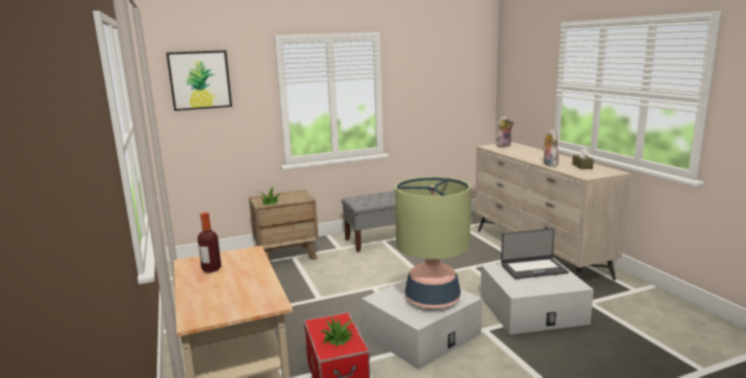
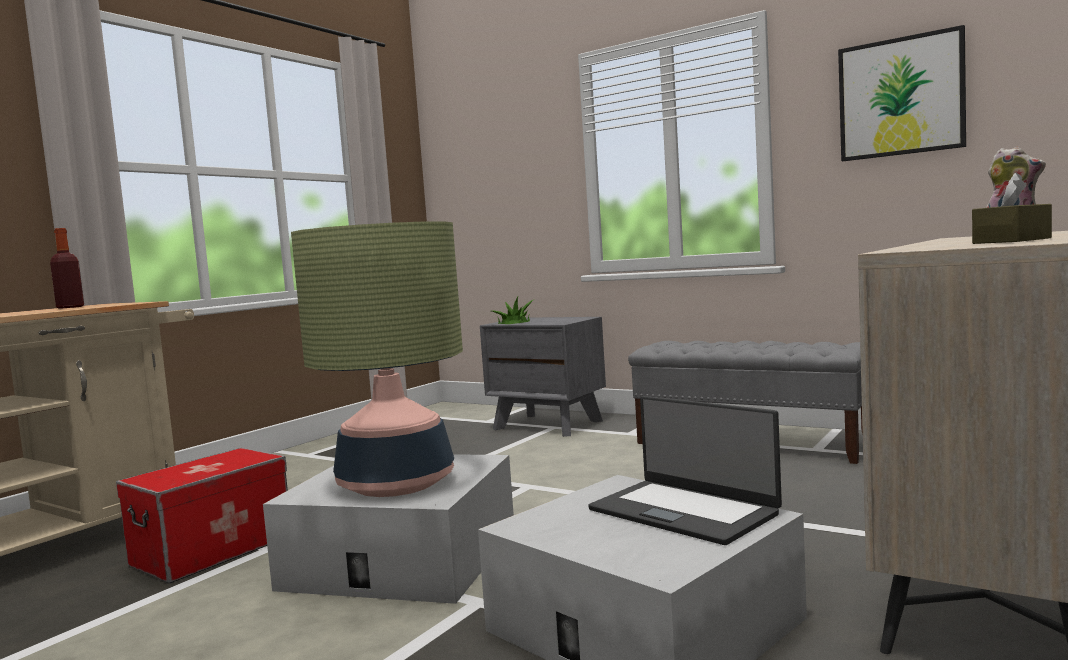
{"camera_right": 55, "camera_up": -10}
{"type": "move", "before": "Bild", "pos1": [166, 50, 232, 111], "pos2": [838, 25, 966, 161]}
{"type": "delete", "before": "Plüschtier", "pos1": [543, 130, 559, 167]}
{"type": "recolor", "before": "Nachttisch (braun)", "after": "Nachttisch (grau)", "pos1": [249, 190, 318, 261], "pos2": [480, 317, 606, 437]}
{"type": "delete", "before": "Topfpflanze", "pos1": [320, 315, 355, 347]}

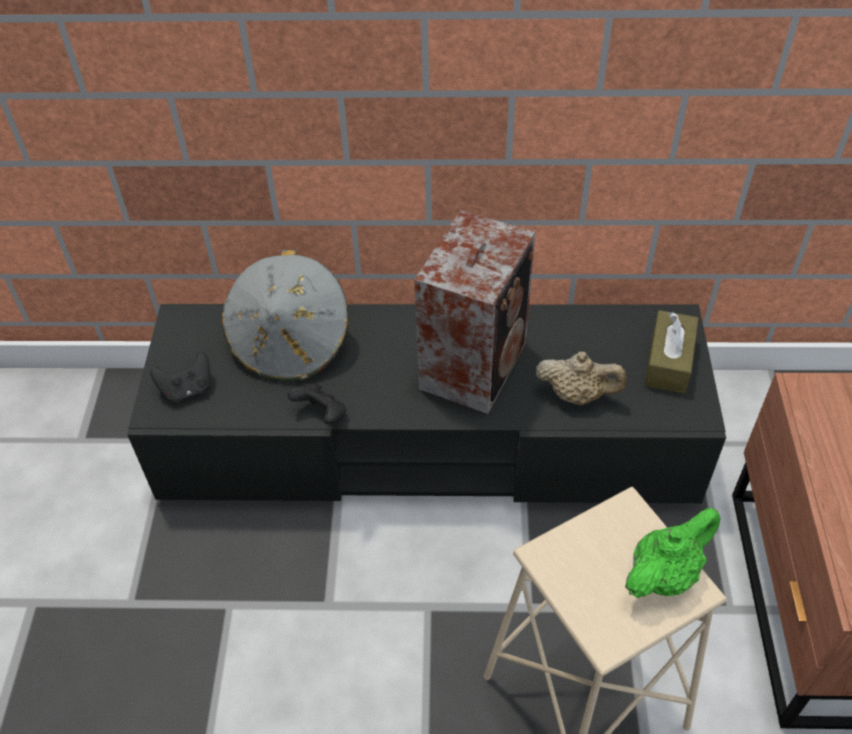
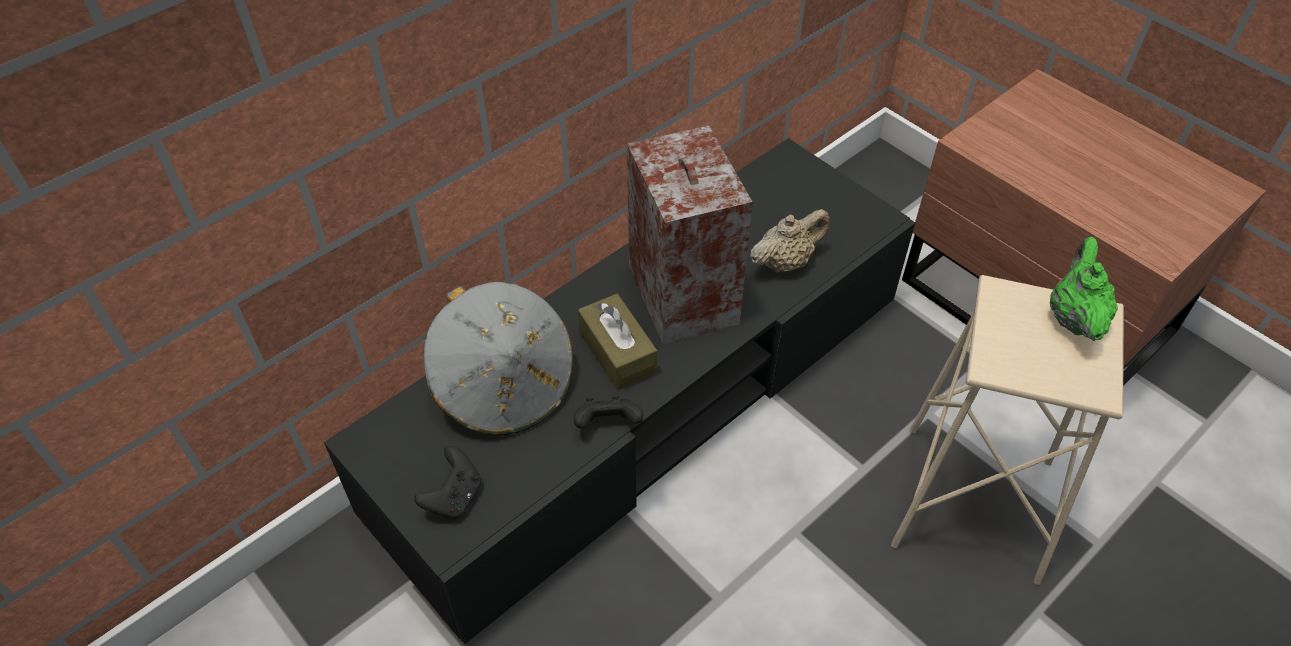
{"camera_right": -45, "camera_up": 0}
{"type": "move", "before": "Taschentuchbox (braun)", "pos1": [644, 310, 698, 393], "pos2": [578, 294, 657, 390]}

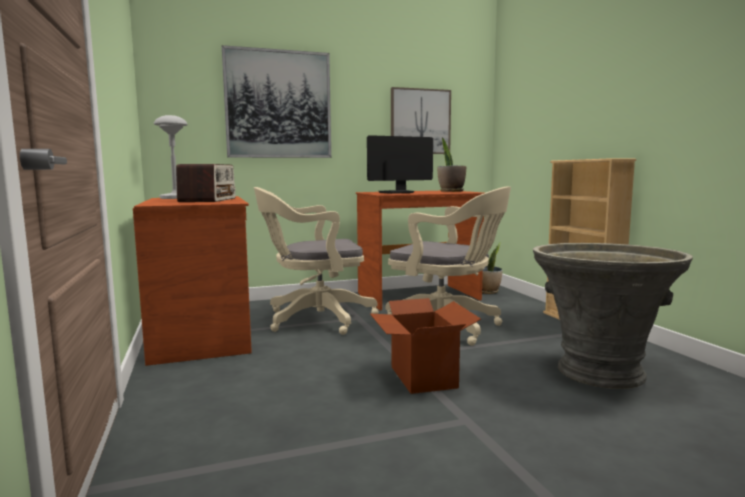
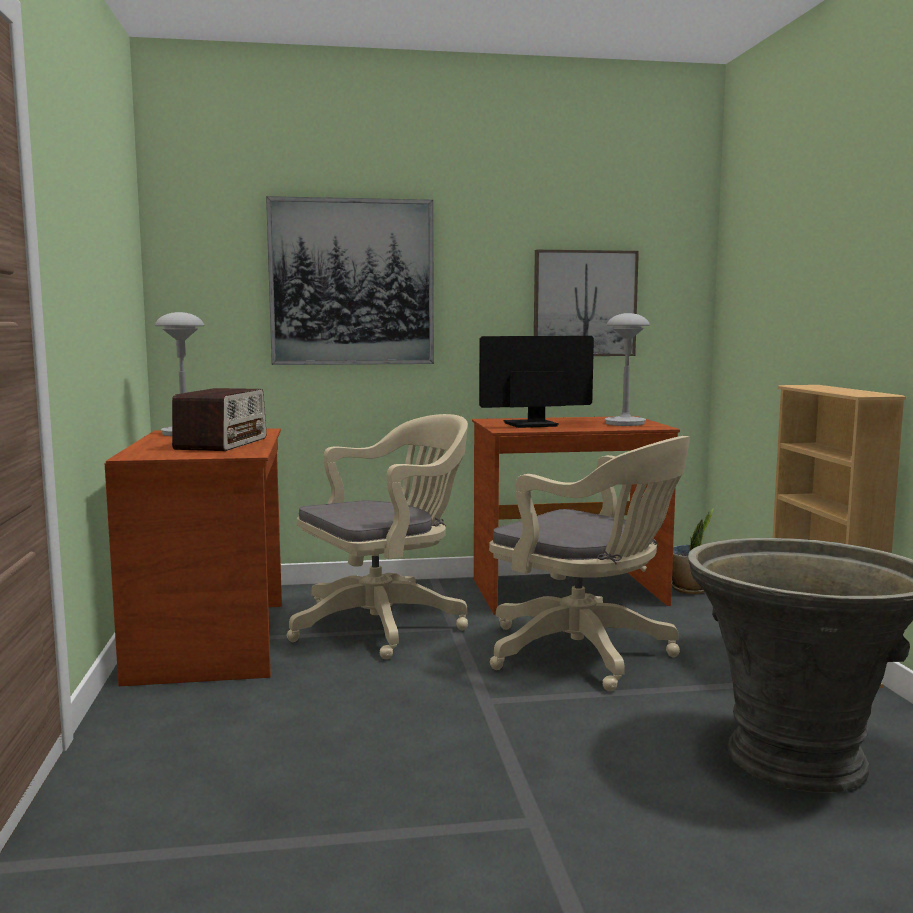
{"camera_right": 10, "camera_up": 0}
{"type": "replace", "before": "Topfpflanze", "after": "Tischlampe (grau)", "pos1": [437, 138, 466, 192], "pos2": [604, 313, 650, 426]}
{"type": "rotate", "before": "Bürostuhl (beige)", "pos1": [254, 187, 379, 335], "pos2": [287, 414, 468, 659], "turn": 150}
{"type": "delete", "before": "Karton", "pos1": [370, 298, 481, 394]}

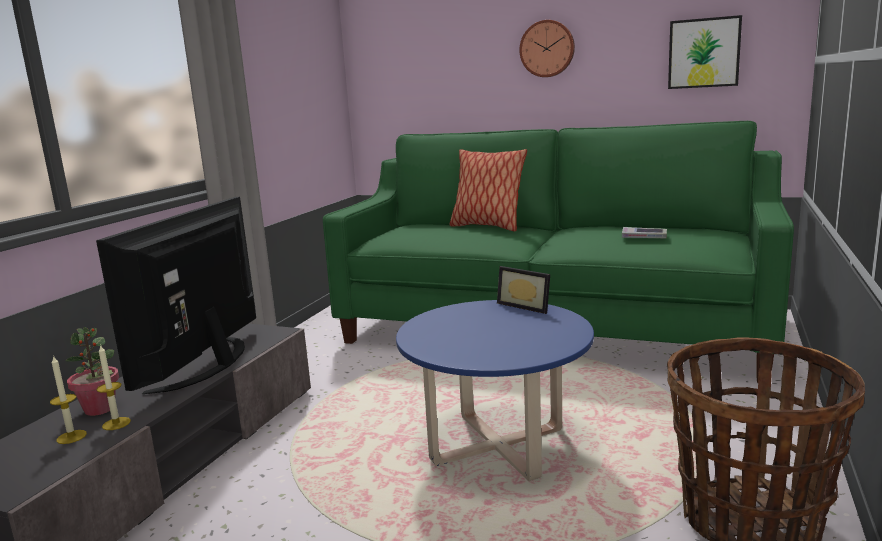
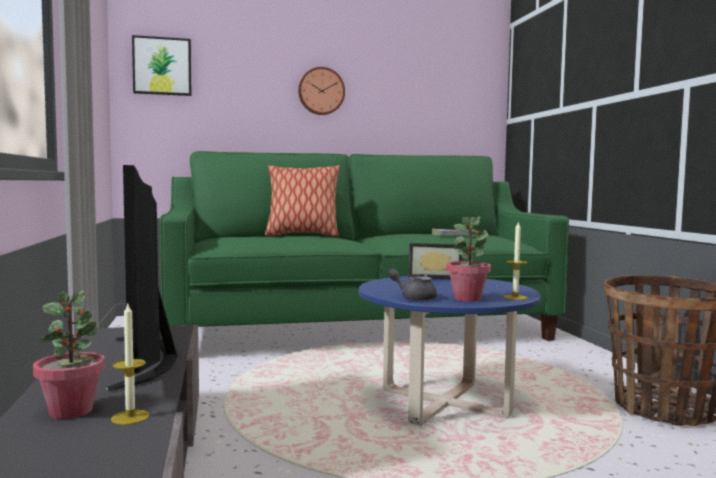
{"camera_right": -35, "camera_up": -10}
{"type": "move", "before": "Bild", "pos1": [668, 15, 742, 89], "pos2": [132, 35, 192, 96]}
{"type": "move", "before": "Kerze", "pos1": [50, 355, 87, 444], "pos2": [503, 222, 528, 300]}
{"type": "insert", "after": "Topfpflanze", "pos2": [446, 216, 491, 302]}
{"type": "insert", "after": "Teekanne (grau)", "pos2": [388, 268, 437, 301]}

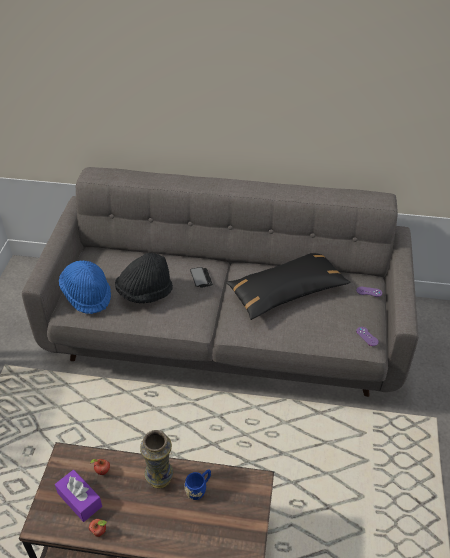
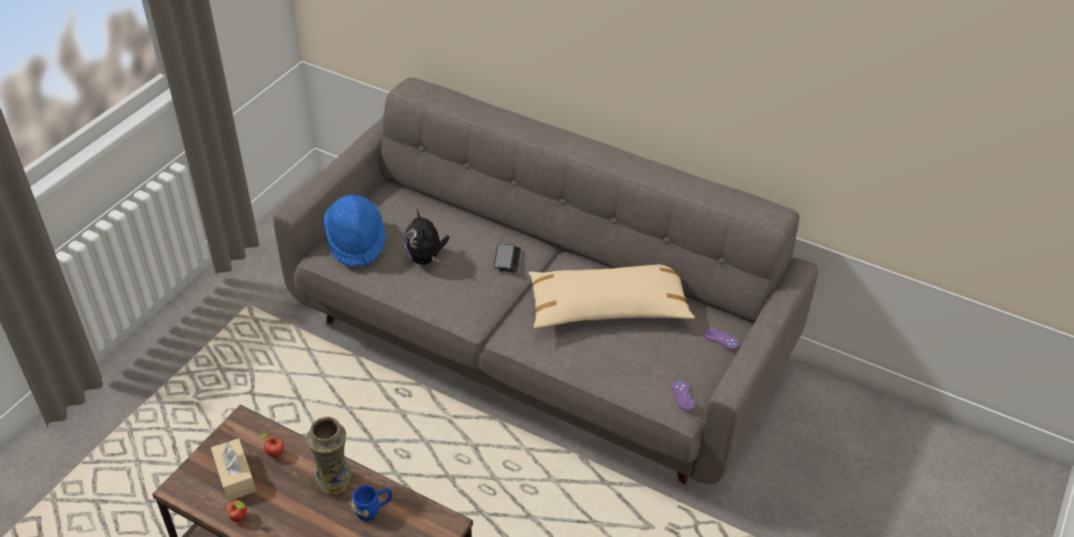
{"camera_right": 20, "camera_up": 0}
{"type": "replace", "before": "Hut (schwarz)", "after": "Plüschtier", "pos1": [115, 253, 173, 303], "pos2": [404, 208, 449, 265]}
{"type": "recolor", "before": "Kissen (schwarz)", "after": "Kissen (beige)", "pos1": [226, 253, 351, 320], "pos2": [529, 264, 695, 328]}
{"type": "recolor", "before": "Taschentuchbox (lila)", "after": "Taschentuchbox (beige)", "pos1": [55, 470, 102, 522], "pos2": [211, 438, 256, 501]}

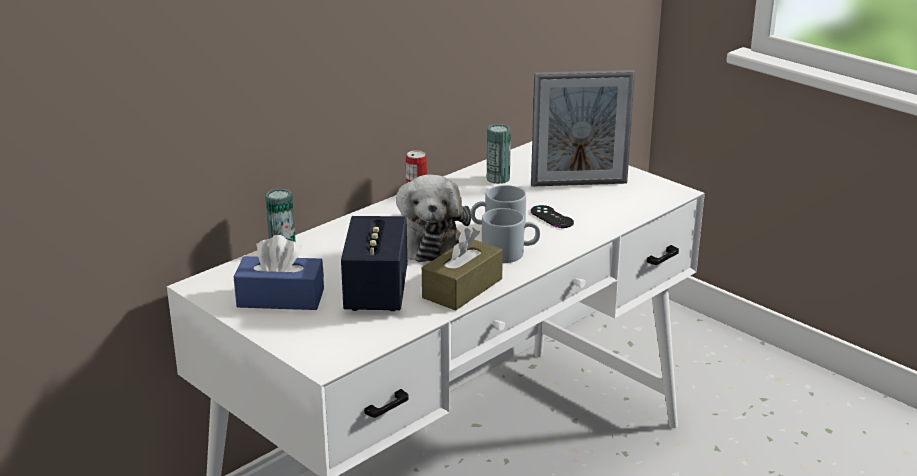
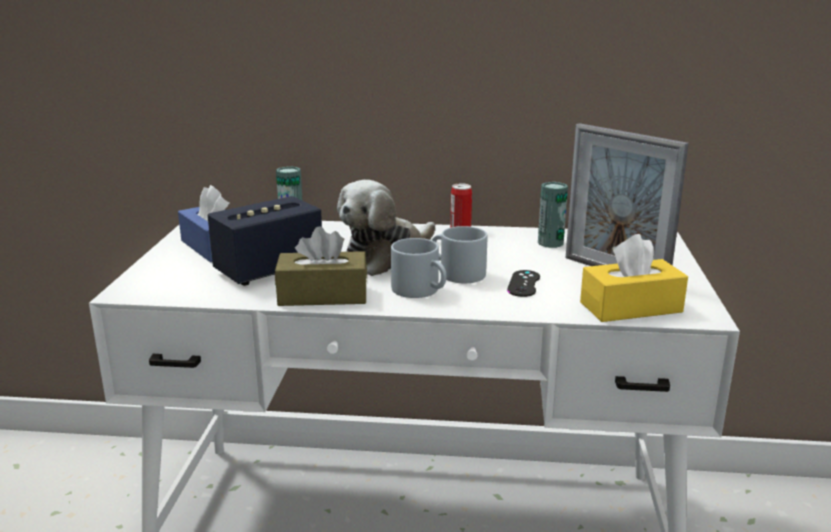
{"camera_right": 50, "camera_up": -5}
{"type": "insert", "after": "Taschentuchbox (gelb)", "pos2": [580, 234, 688, 322]}

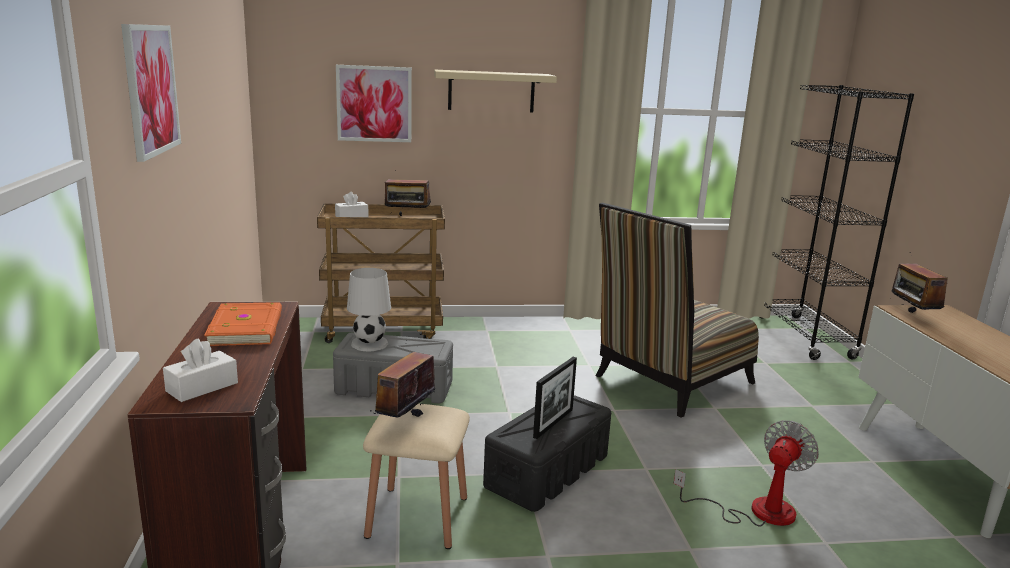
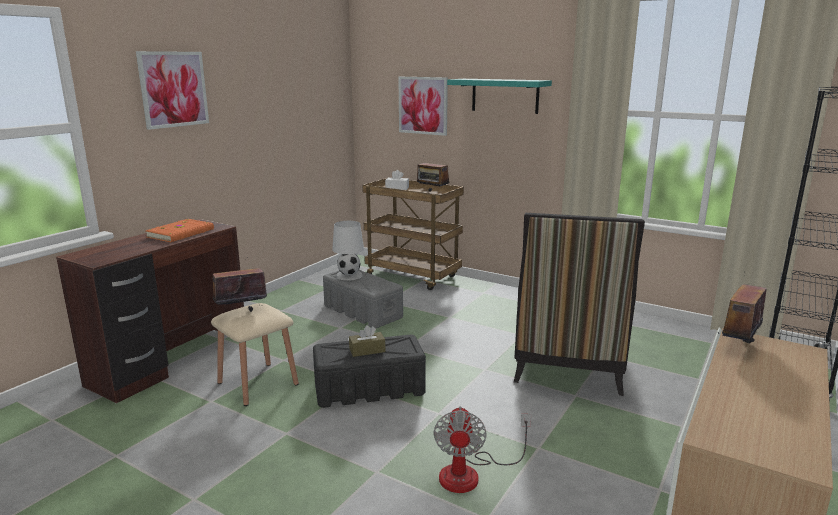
{"camera_right": 40, "camera_up": 0}
{"type": "recolor", "before": "Wandregal (beige)", "after": "Wandregal (türkis)", "pos1": [434, 70, 557, 113], "pos2": [447, 79, 552, 114]}
{"type": "rotate", "before": "Stuhl", "pos1": [596, 202, 759, 418], "pos2": [514, 213, 645, 396], "turn": -75}
{"type": "delete", "before": "Taschentuchbox (weiß)", "pos1": [163, 338, 238, 402]}
{"type": "replace", "before": "Bilderrahmen", "after": "Taschentuchbox (braun)", "pos1": [533, 357, 577, 439], "pos2": [349, 325, 385, 357]}
{"type": "rotate", "before": "Ventilator", "pos1": [673, 420, 819, 527], "pos2": [433, 406, 531, 493], "turn": 105}

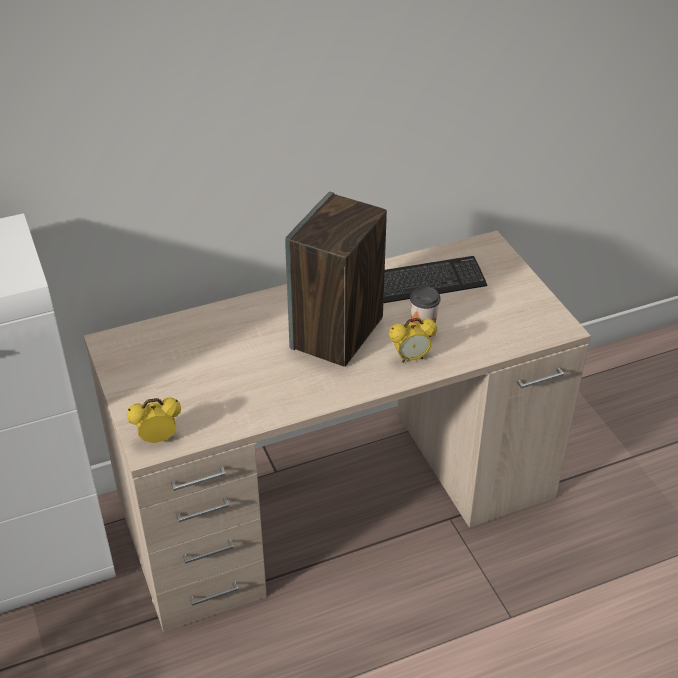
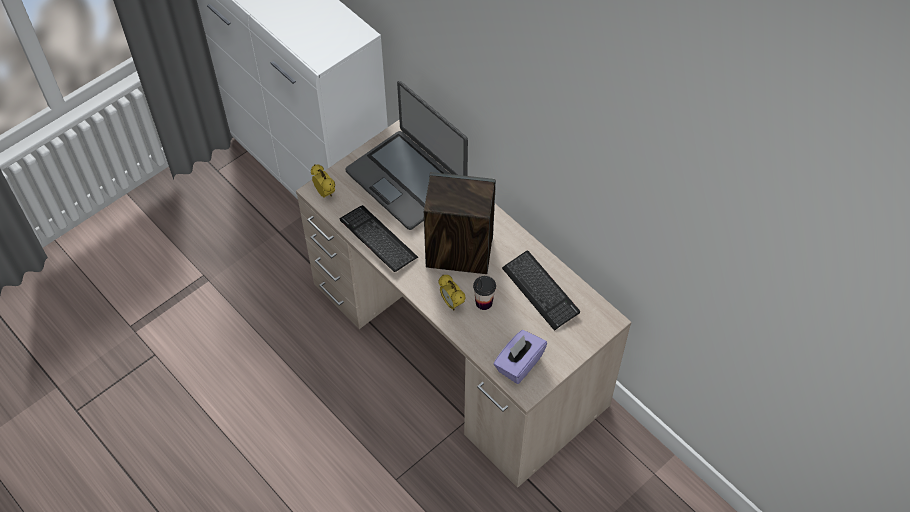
{"camera_right": 70, "camera_up": 15}
{"type": "insert", "after": "Laptop", "pos2": [346, 81, 468, 230]}
{"type": "insert", "after": "Tastatur", "pos2": [340, 205, 418, 272]}
{"type": "insert", "after": "Taschentuchbox (lila)", "pos2": [493, 330, 547, 384]}

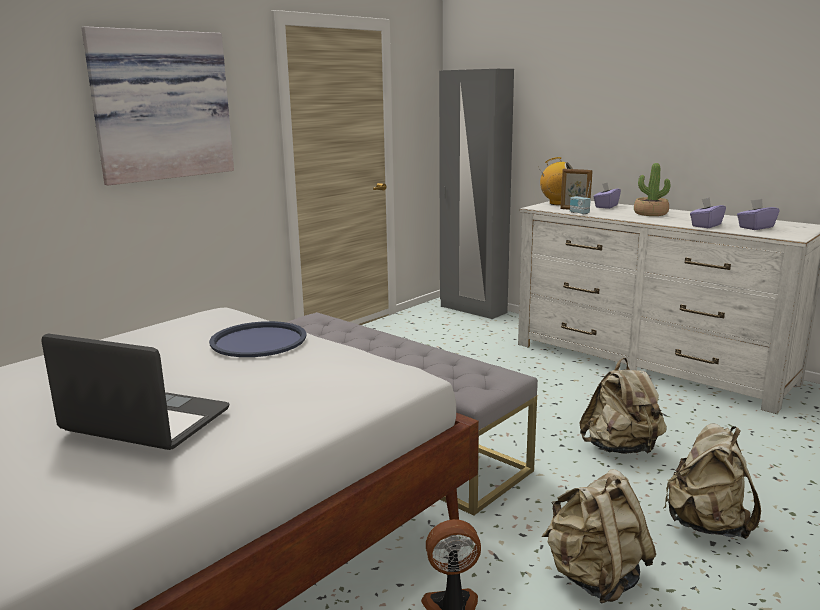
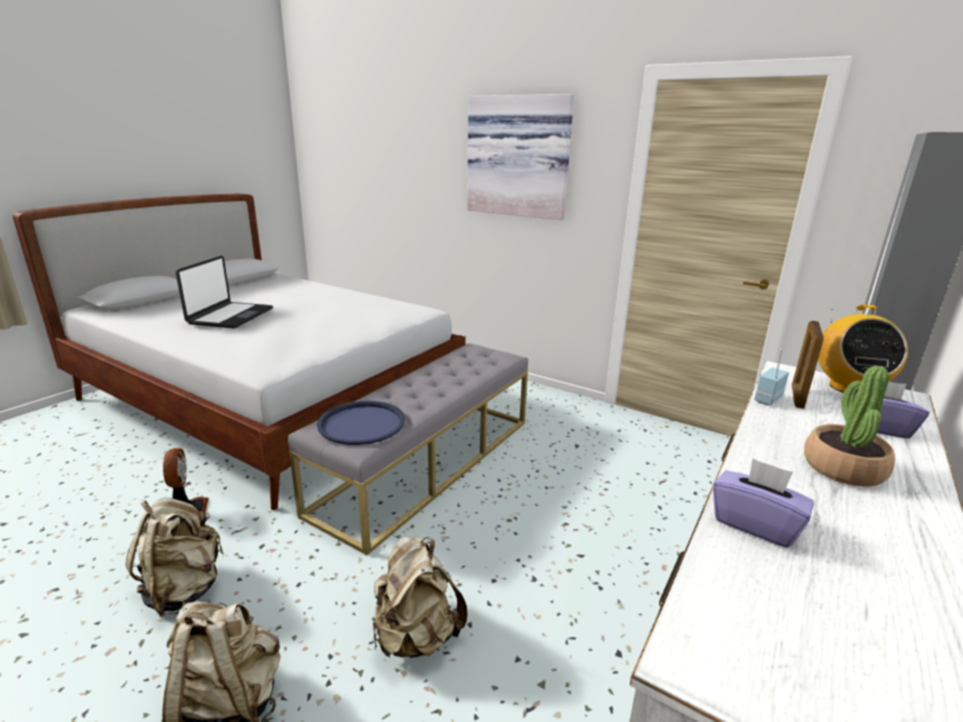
{"camera_right": 80, "camera_up": 5}
{"type": "delete", "before": "Taschentuchbox (lila)", "pos1": [737, 199, 780, 230]}
{"type": "move", "before": "Tablett (blau)", "pos1": [209, 321, 307, 357], "pos2": [317, 401, 405, 445]}

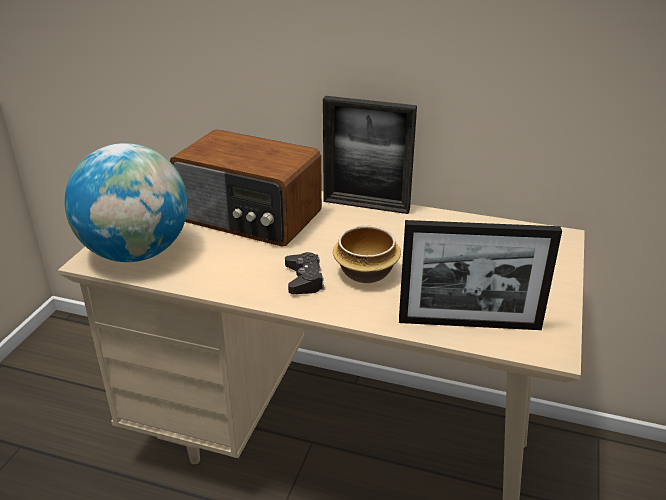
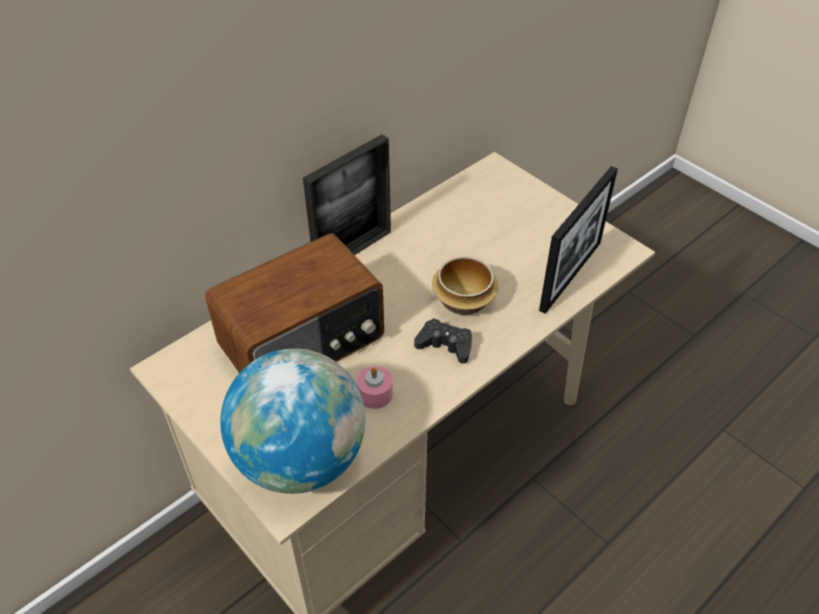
{"camera_right": -60, "camera_up": 15}
{"type": "insert", "after": "Kerze (rosa)", "pos2": [357, 366, 393, 409]}

